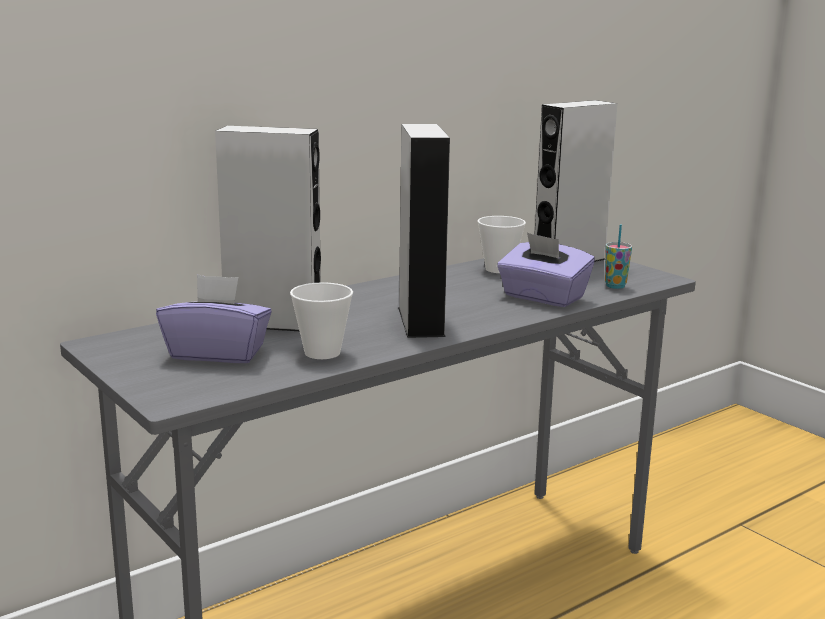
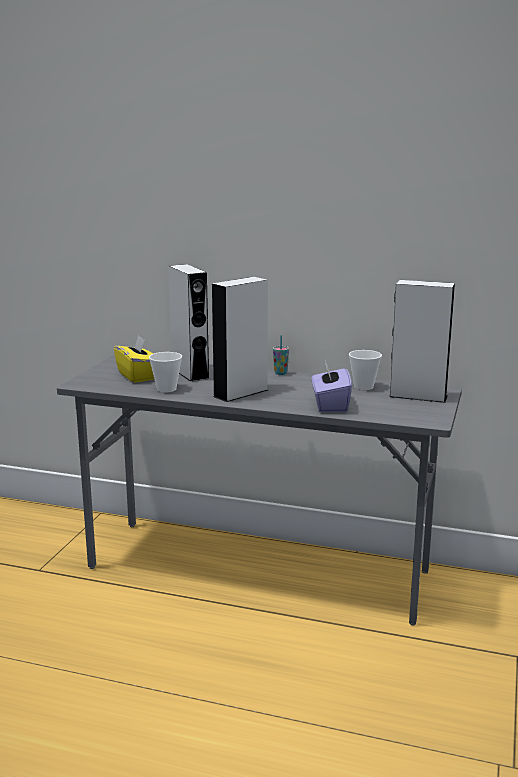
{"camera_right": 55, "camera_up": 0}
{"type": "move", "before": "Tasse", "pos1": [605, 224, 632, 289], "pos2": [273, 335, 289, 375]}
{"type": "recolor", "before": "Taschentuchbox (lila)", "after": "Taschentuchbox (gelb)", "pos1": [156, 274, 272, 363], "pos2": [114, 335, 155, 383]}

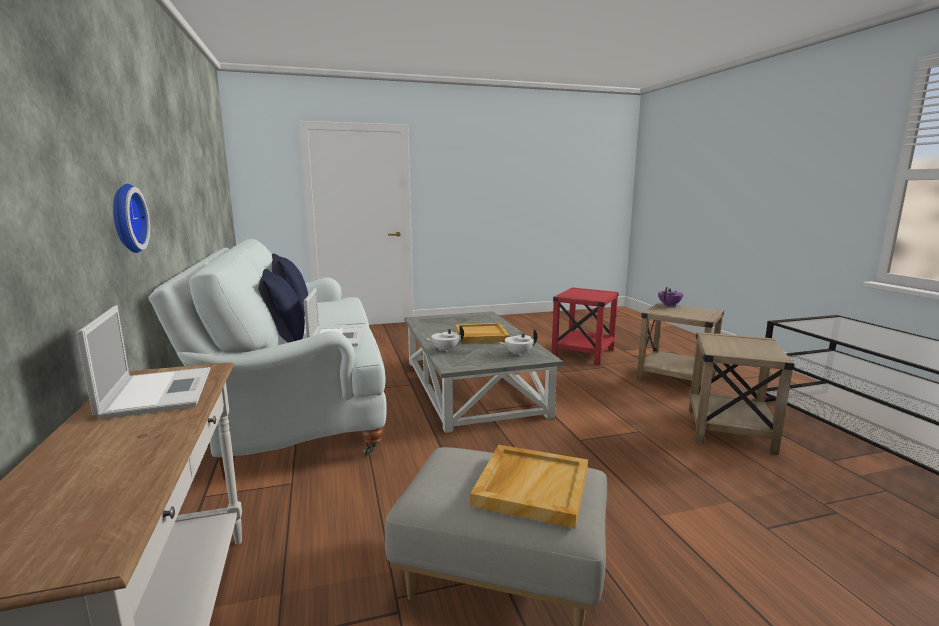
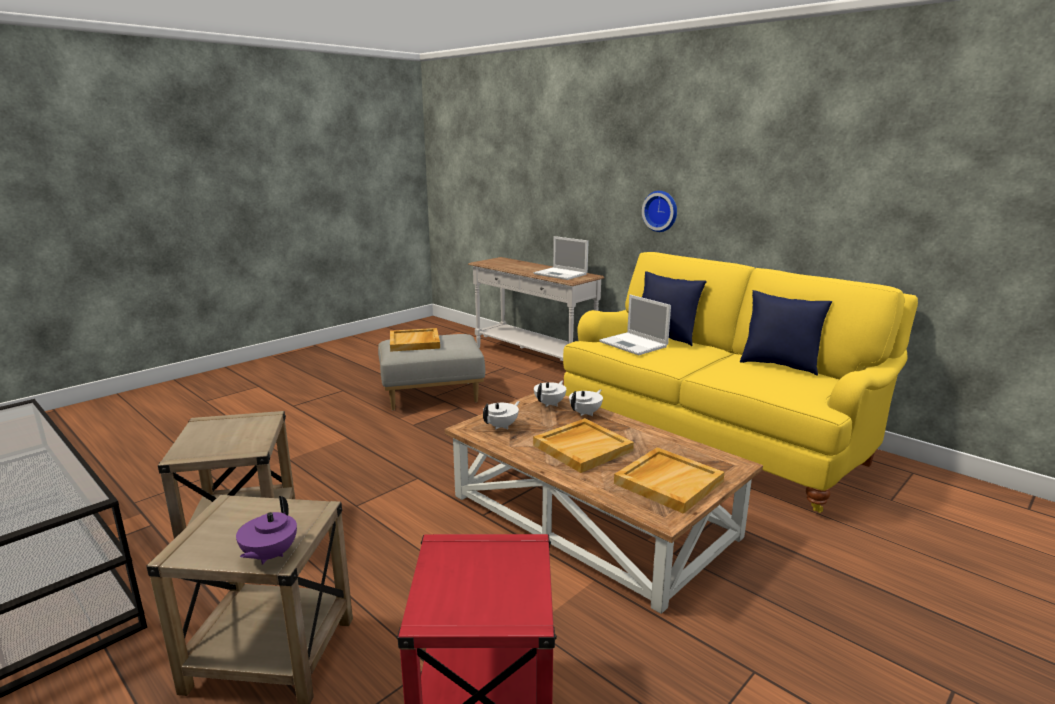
{"camera_right": 150, "camera_up": 5}
{"type": "recolor", "before": "Sofa (weiß)", "after": "Sofa (gelb)", "pos1": [148, 239, 386, 480], "pos2": [563, 252, 918, 513]}
{"type": "recolor", "before": "Couchtisch (grau)", "after": "Couchtisch (braun)", "pos1": [404, 311, 563, 433], "pos2": [445, 393, 763, 614]}
{"type": "insert", "after": "Teekanne (weiß)", "pos2": [534, 381, 566, 407]}
{"type": "insert", "after": "Tablett (beige)", "pos2": [614, 447, 725, 514]}

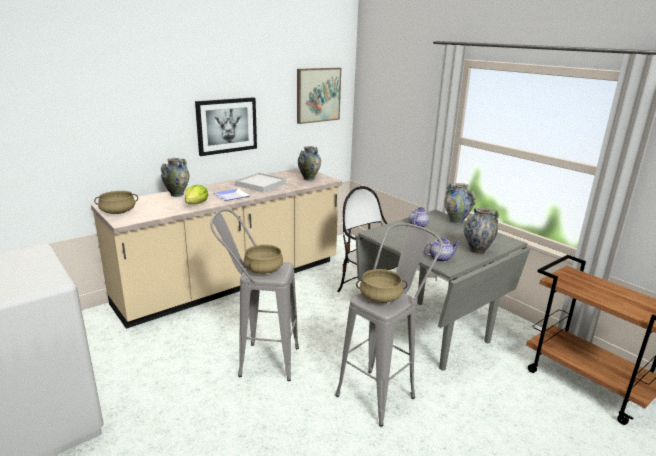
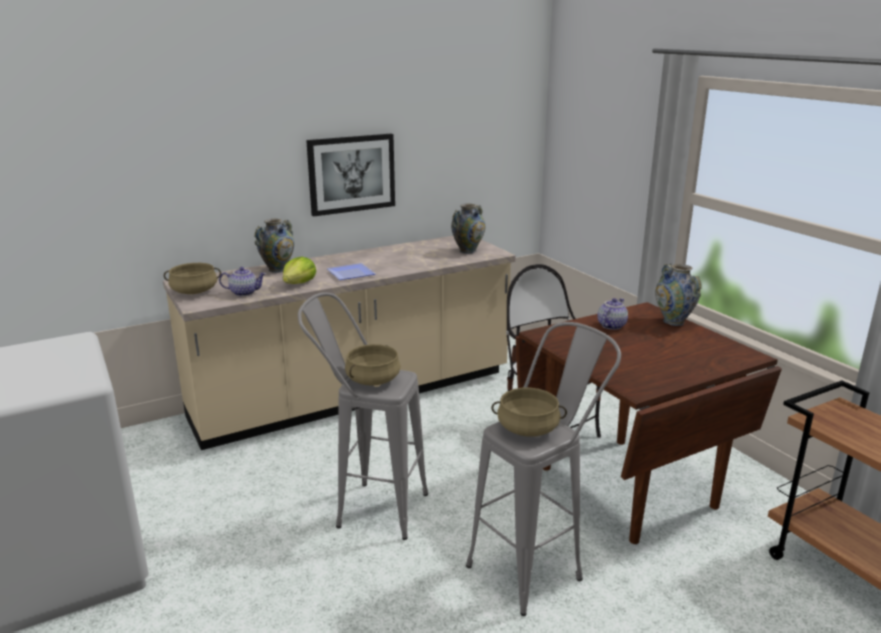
{"camera_right": 10, "camera_up": 0}
{"type": "delete", "before": "Bild", "pos1": [297, 68, 341, 124]}
{"type": "delete", "before": "Tablett (weiß)", "pos1": [235, 173, 286, 193]}
{"type": "delete", "before": "Vase", "pos1": [464, 207, 499, 254]}
{"type": "recolor", "before": "Esstisch (grau)", "after": "Esstisch (braun)", "pos1": [356, 210, 530, 371], "pos2": [516, 302, 782, 544]}
{"type": "move", "before": "Teekanne", "pos1": [423, 237, 460, 262], "pos2": [219, 267, 266, 296]}

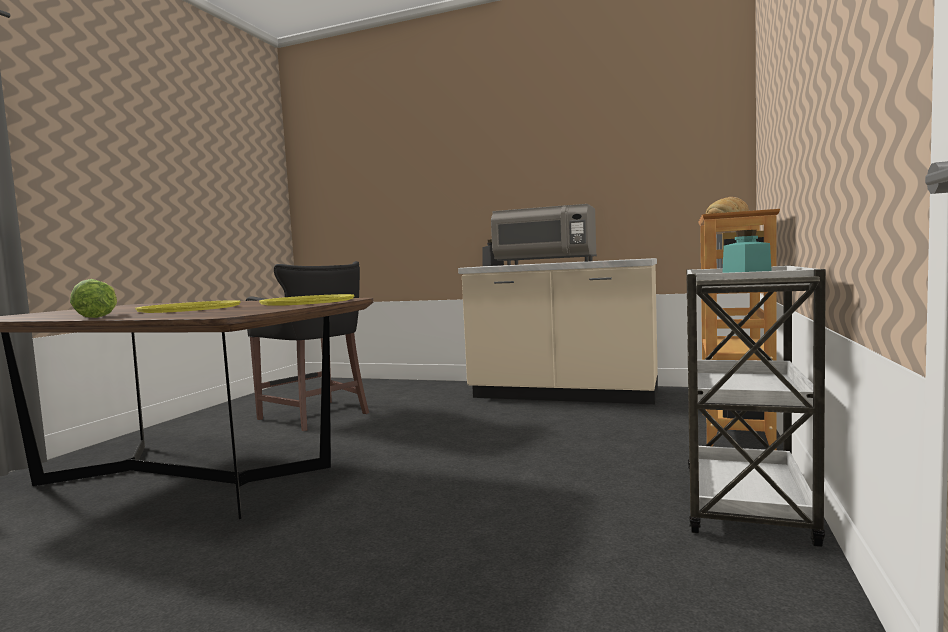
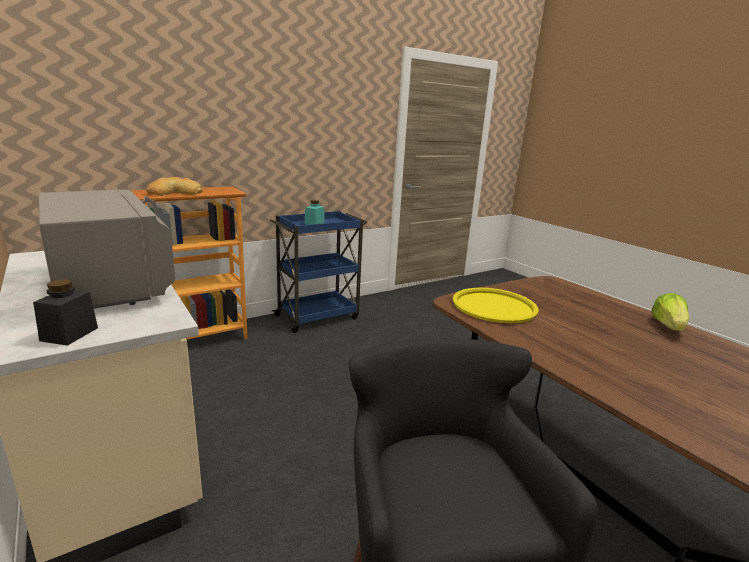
{"camera_right": -145, "camera_up": 15}
{"type": "recolor", "before": "Rollwagen (weiß)", "after": "Rollwagen (blau)", "pos1": [686, 265, 826, 547], "pos2": [270, 211, 367, 333]}
{"type": "delete", "before": "Tablett (gelb)", "pos1": [135, 300, 241, 313]}

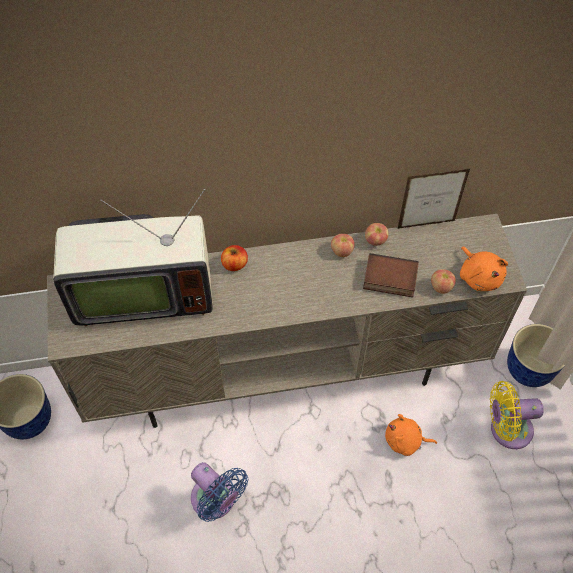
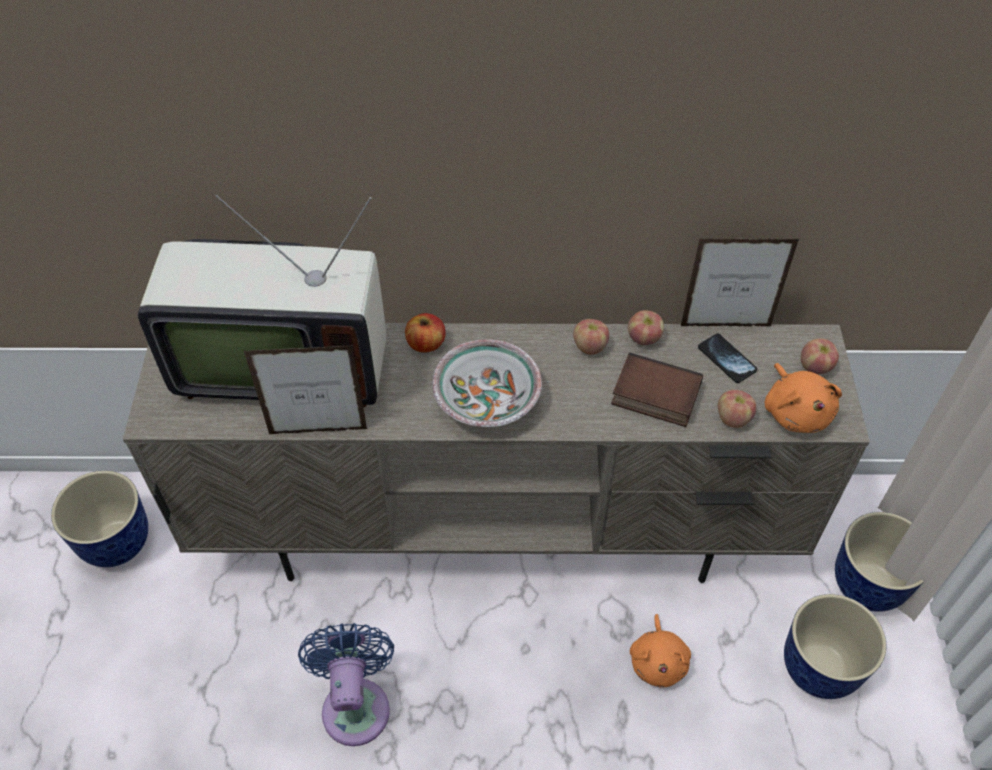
{"camera_right": 10, "camera_up": -5}
{"type": "replace", "before": "Ventilator (gelb)", "after": "Pflanzkübel", "pos1": [490, 381, 544, 449], "pos2": [784, 594, 886, 699]}
{"type": "rotate", "before": "Plüschtier (orange)", "pos1": [385, 414, 437, 456], "pos2": [630, 614, 691, 688], "turn": -105}
{"type": "rotate", "before": "Ventilator (blau)", "pos1": [191, 462, 248, 522], "pos2": [298, 623, 394, 746], "turn": -150}
{"type": "insert", "after": "Handy", "pos2": [698, 334, 757, 383]}
{"type": "insert", "after": "Apfel", "pos2": [801, 339, 839, 374]}
{"type": "insert", "after": "Schüssel", "pos2": [432, 340, 542, 427]}
{"type": "insert", "after": "Bilderrahmen", "pos2": [244, 345, 367, 434]}

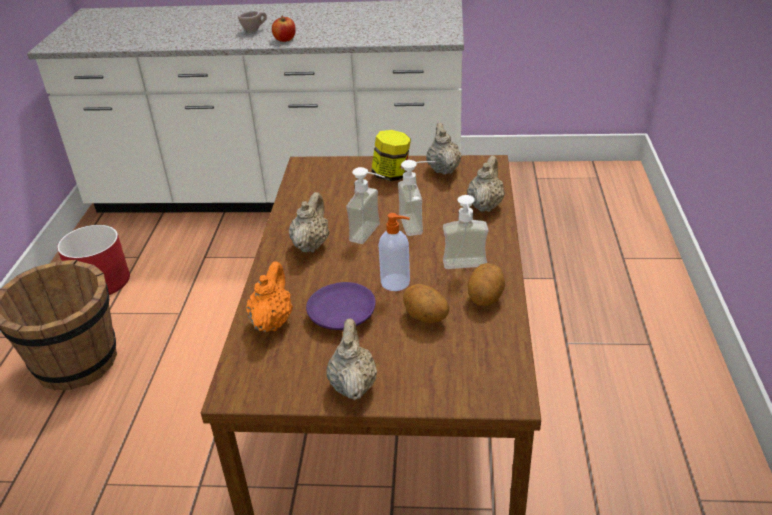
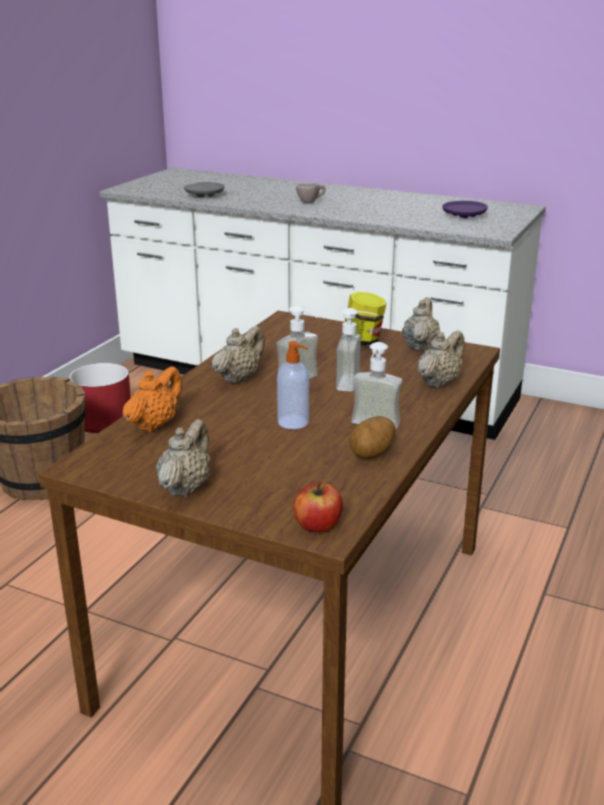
{"camera_right": 20, "camera_up": -10}
{"type": "move", "before": "Apfel", "pos1": [272, 15, 296, 42], "pos2": [293, 481, 343, 532]}
{"type": "move", "before": "Teller (lila)", "pos1": [306, 282, 376, 330], "pos2": [442, 201, 488, 218]}
{"type": "delete", "before": "Kartoffel", "pos1": [403, 284, 449, 323]}
{"type": "insert", "after": "Teller (grau)", "pos2": [183, 182, 225, 197]}

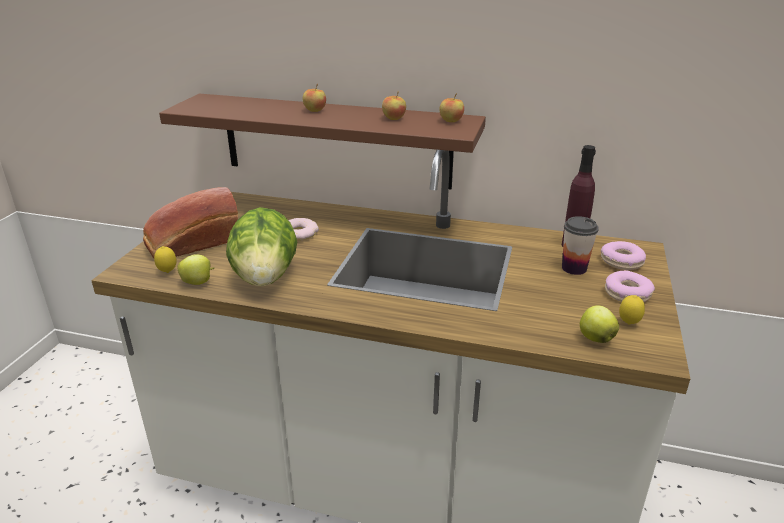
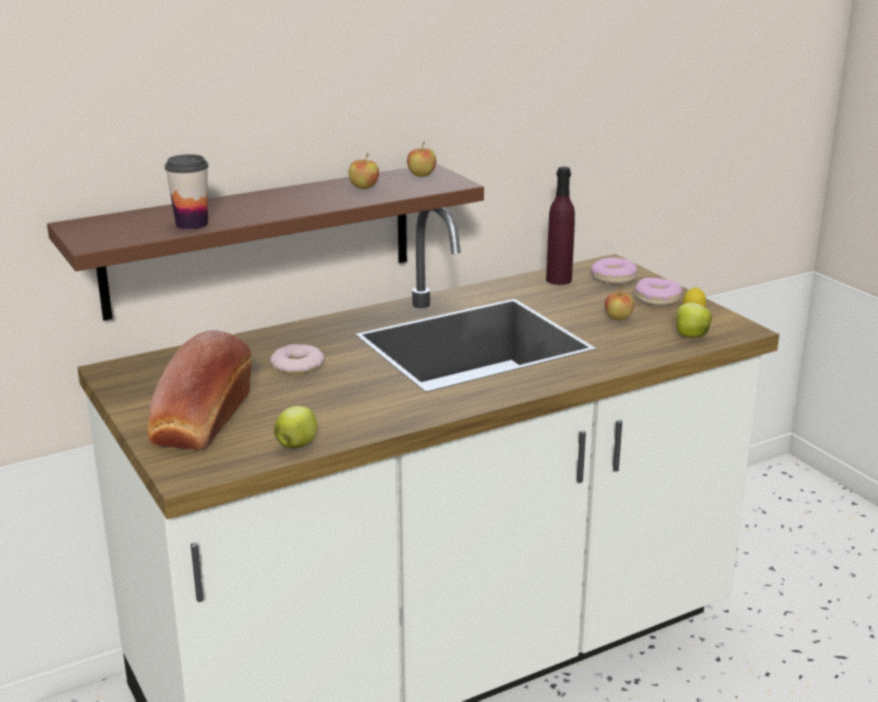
{"camera_right": -45, "camera_up": -5}
{"type": "move", "before": "Apfel", "pos1": [303, 84, 326, 112], "pos2": [605, 286, 634, 320]}
{"type": "delete", "before": "Salatkopf", "pos1": [226, 207, 297, 286]}
{"type": "move", "before": "Tasse", "pos1": [562, 216, 599, 275], "pos2": [165, 154, 208, 229]}
{"type": "delete", "before": "Zitrone", "pos1": [154, 246, 177, 273]}

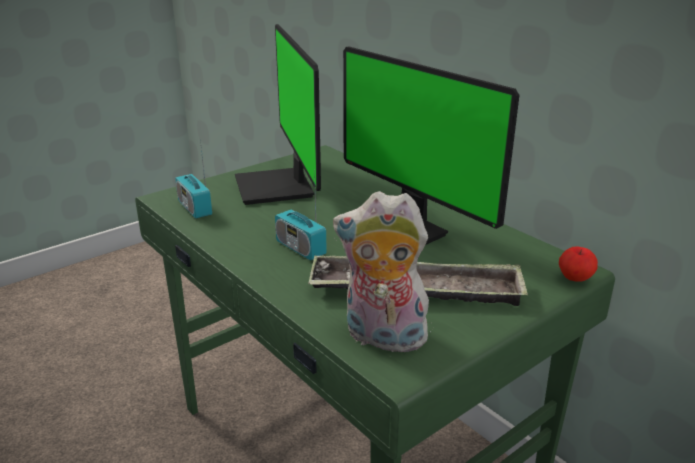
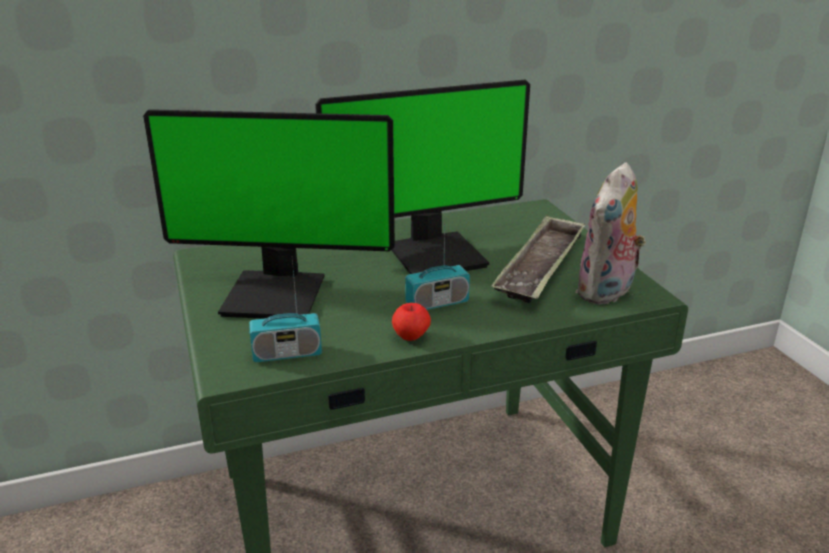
{"camera_right": -70, "camera_up": 0}
{"type": "move", "before": "Apfel", "pos1": [559, 247, 598, 282], "pos2": [392, 303, 431, 341]}

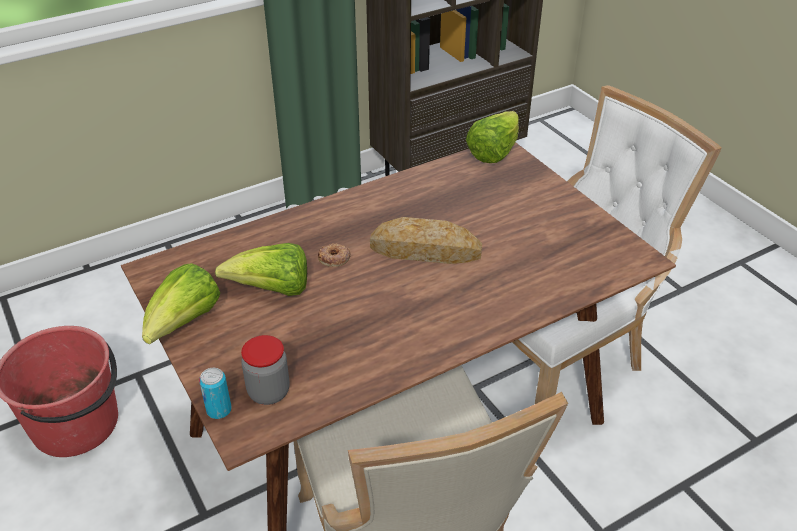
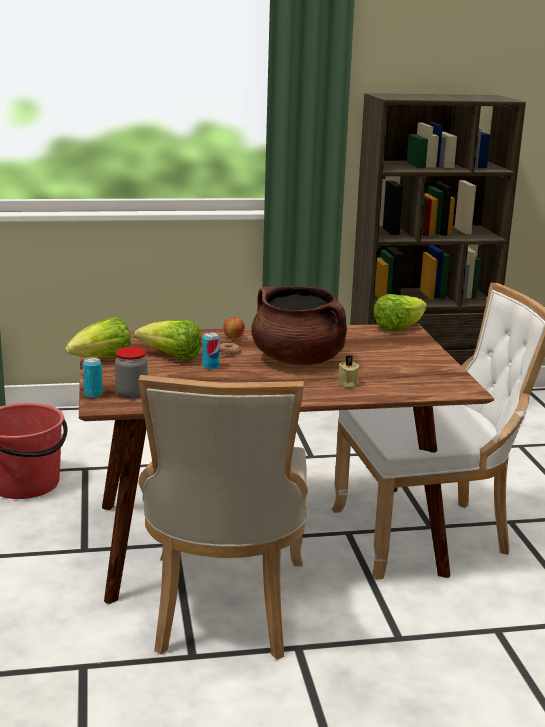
{"camera_right": 20, "camera_up": -20}
{"type": "replace", "before": "Brot", "after": "Kochtopf (braun)", "pos1": [370, 217, 482, 264], "pos2": [251, 286, 347, 365]}
{"type": "insert", "after": "Apfel", "pos2": [223, 317, 245, 339]}
{"type": "insert", "after": "Dose", "pos2": [202, 333, 220, 370]}
{"type": "insert", "after": "Kerze (beige)", "pos2": [336, 355, 359, 388]}

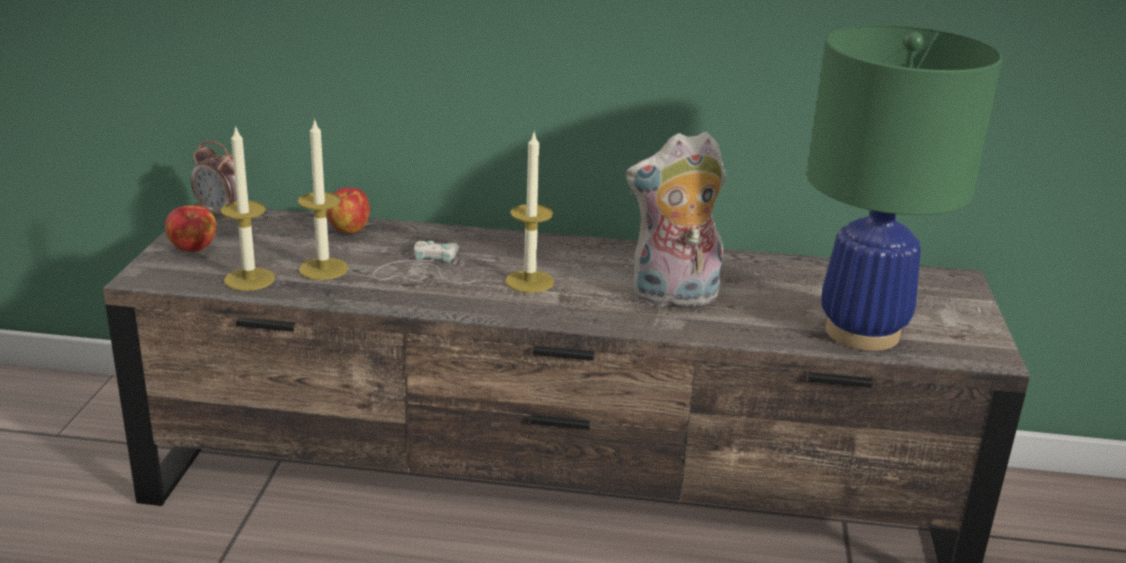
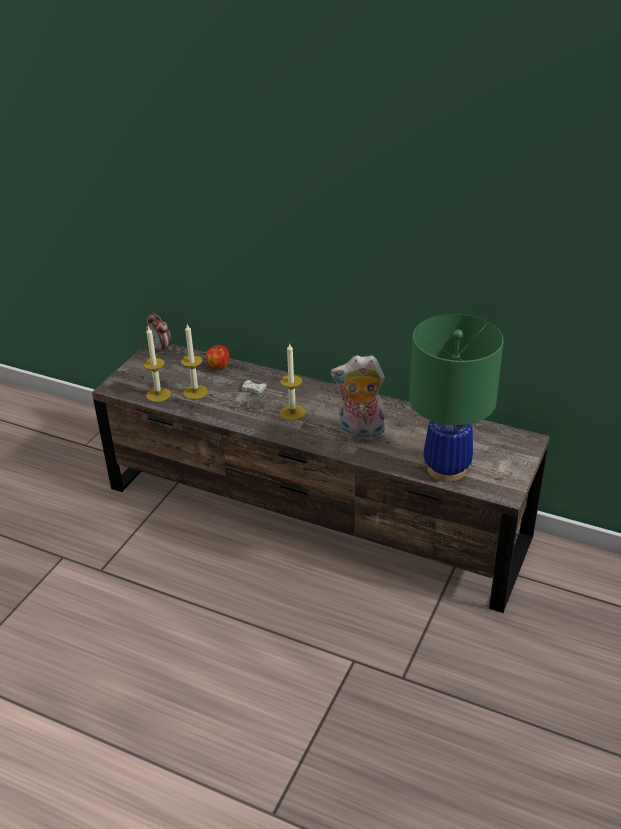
{"camera_right": 20, "camera_up": 10}
{"type": "delete", "before": "Apfel", "pos1": [165, 205, 216, 252]}

